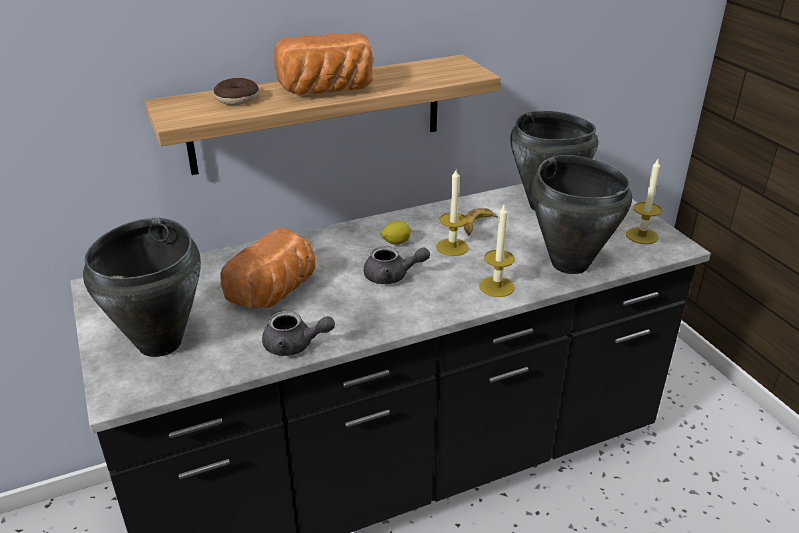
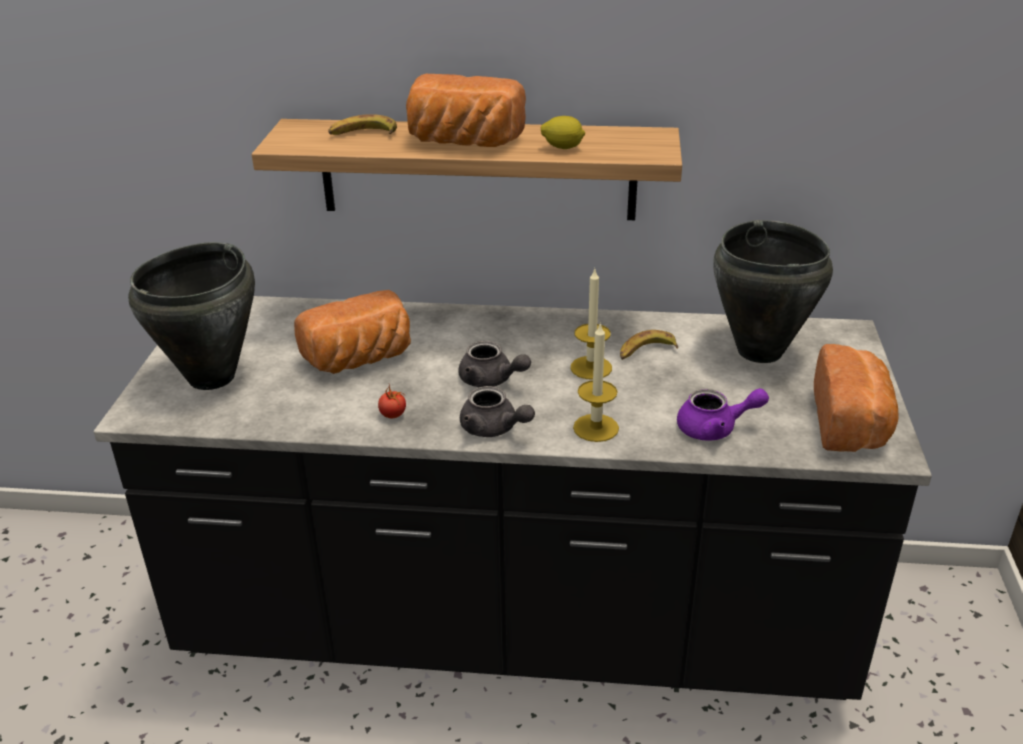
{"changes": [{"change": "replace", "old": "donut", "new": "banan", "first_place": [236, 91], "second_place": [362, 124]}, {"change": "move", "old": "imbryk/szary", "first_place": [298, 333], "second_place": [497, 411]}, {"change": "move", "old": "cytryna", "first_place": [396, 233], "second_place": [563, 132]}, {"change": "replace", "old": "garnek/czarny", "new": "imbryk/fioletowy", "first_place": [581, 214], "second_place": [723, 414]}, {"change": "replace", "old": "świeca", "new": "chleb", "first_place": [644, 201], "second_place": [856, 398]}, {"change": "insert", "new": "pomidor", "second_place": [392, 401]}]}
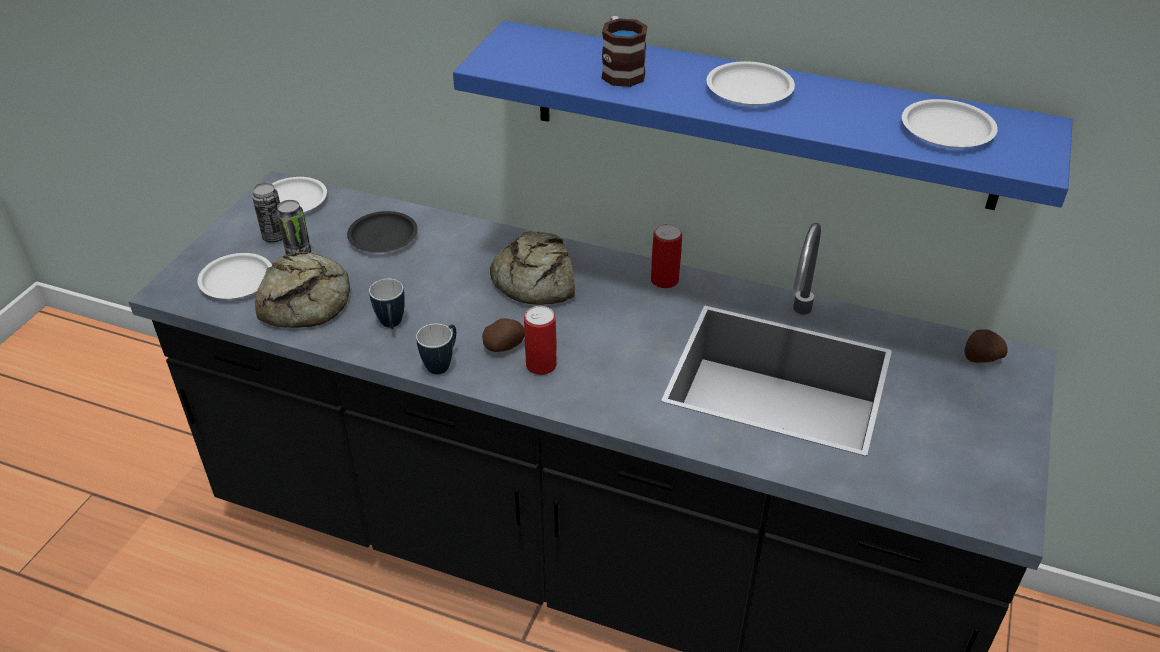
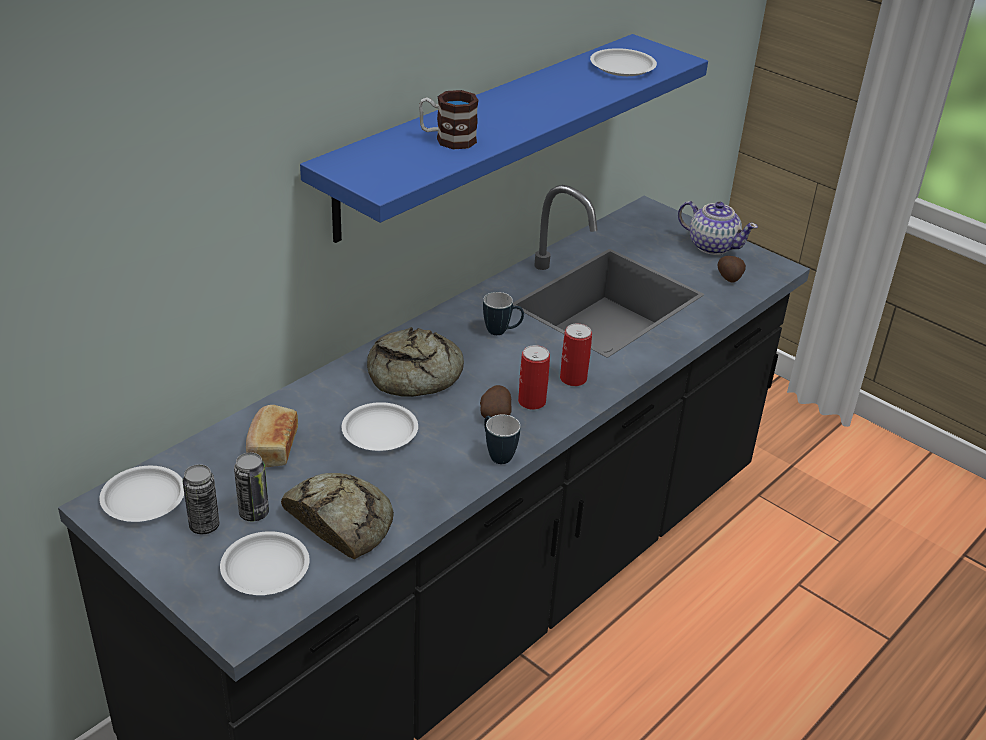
{"changes": [{"change": "replace", "old": "talerz/czarny", "new": "chleb", "first_place": [382, 232], "second_place": [272, 436]}, {"change": "move", "old": "kubek", "first_place": [387, 304], "second_place": [503, 313]}, {"change": "move", "old": "puszka", "first_place": [666, 256], "second_place": [576, 355]}, {"change": "move", "old": "talerz/biały", "first_place": [751, 83], "second_place": [380, 426]}, {"change": "move", "old": "ziemniak", "first_place": [986, 346], "second_place": [732, 269]}, {"change": "insert", "new": "imbryk", "second_place": [718, 228]}]}
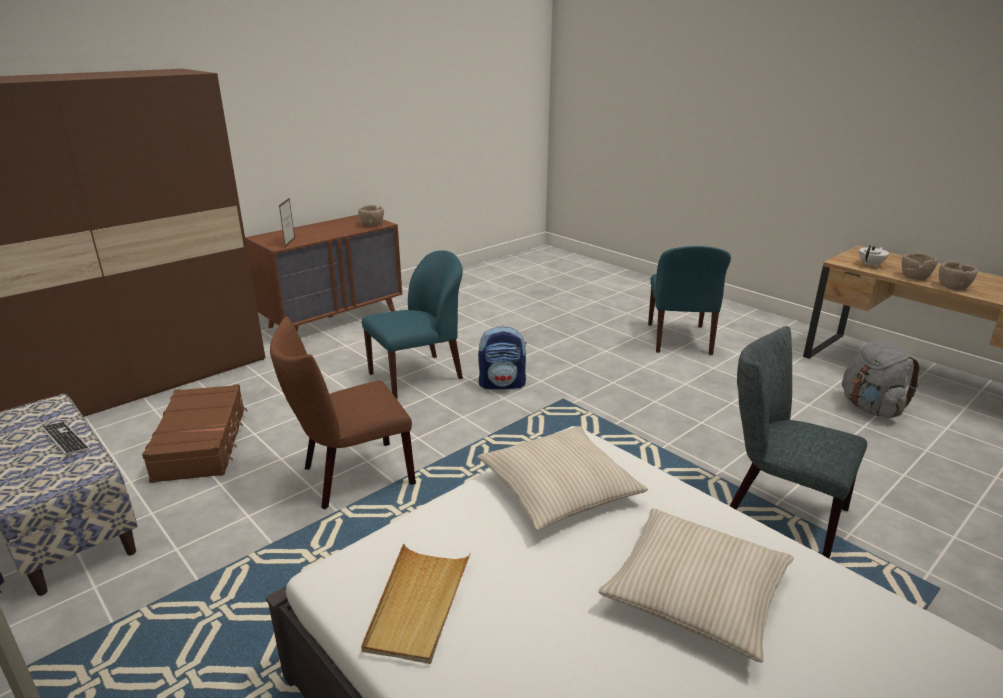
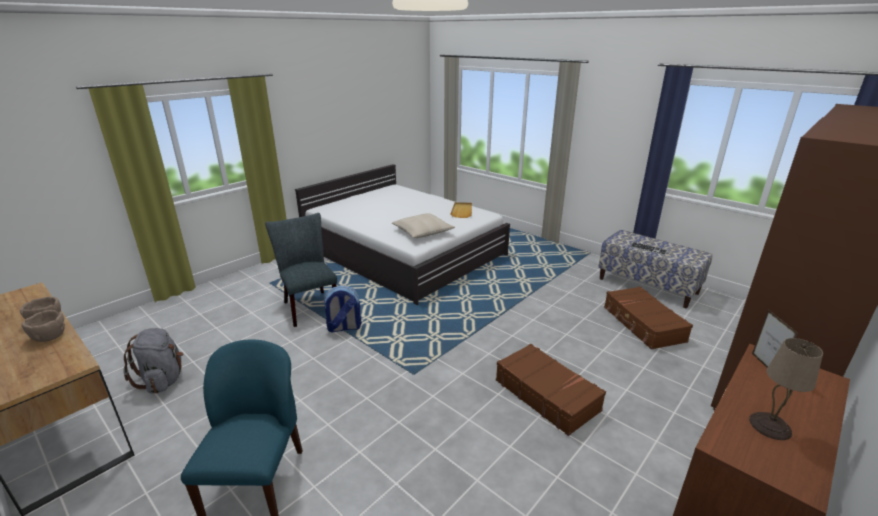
{"changes": [{"change": "delete", "old": "krzesło/brązowy", "first_place": [343, 413]}, {"change": "delete", "old": "miska/brązowy", "first_place": [371, 215]}, {"change": "replace", "old": "krzesło/niebieski", "new": "walizka/brązowy", "first_place": [412, 324], "second_place": [551, 390]}, {"change": "move", "old": "plecak", "first_place": [502, 357], "second_place": [342, 309]}, {"change": "delete", "old": "poduszka/beżowy", "first_place": [696, 585]}, {"change": "rotate", "old": "krzesło/szary", "first_place": [798, 442], "second_place": [301, 270], "degrees": -150}, {"change": "delete", "old": "imbryk/biały", "first_place": [874, 256]}, {"change": "insert", "new": "lampa stołowa/beżowy", "second_place": [786, 389]}]}
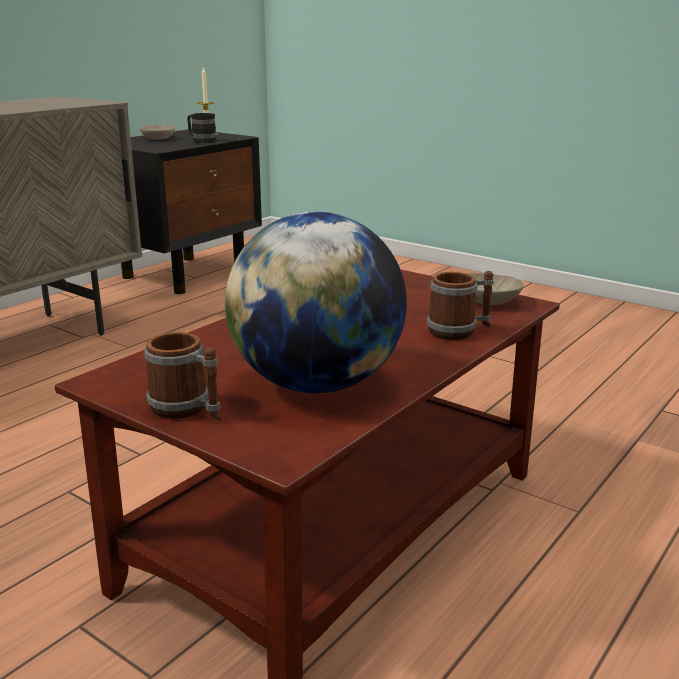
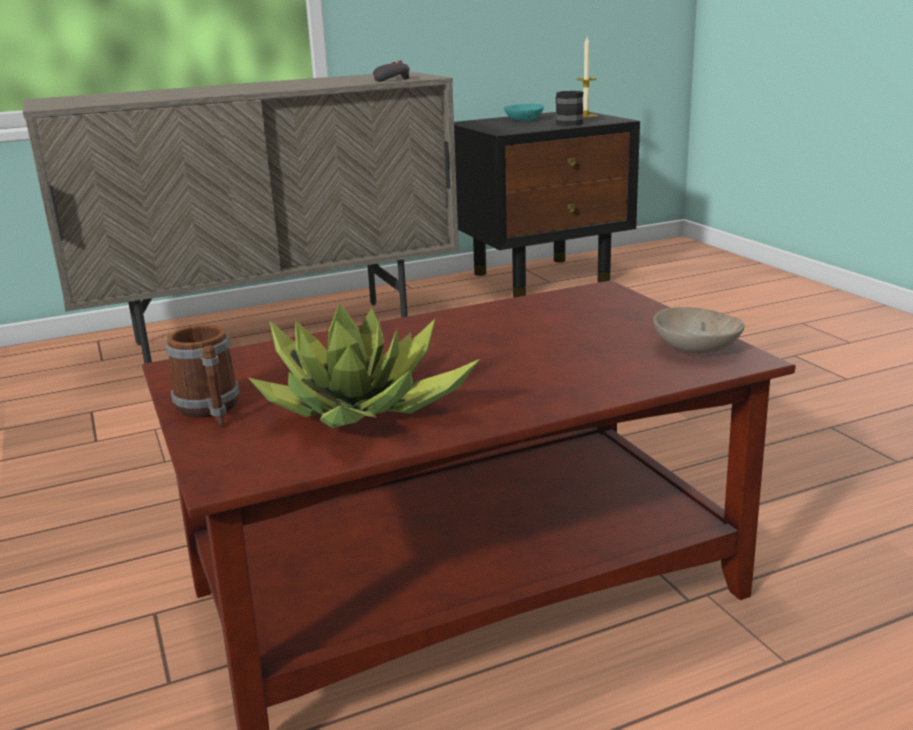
{"changes": [{"change": "recolor", "old": "miska/beżowy", "new": "miska/turkusowy", "first_place": [157, 132], "second_place": [524, 112]}, {"change": "replace", "old": "globus", "new": "roślina doniczkowa", "first_place": [316, 303], "second_place": [364, 366]}, {"change": "delete", "old": "kubek", "first_place": [460, 305]}, {"change": "insert", "new": "pad do gier/szary", "second_place": [391, 71]}]}
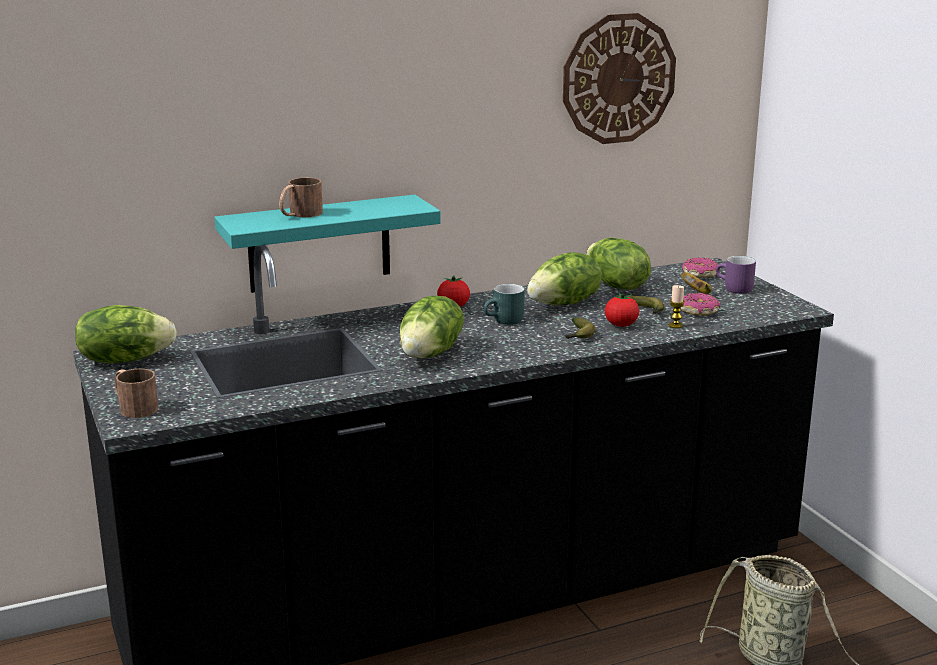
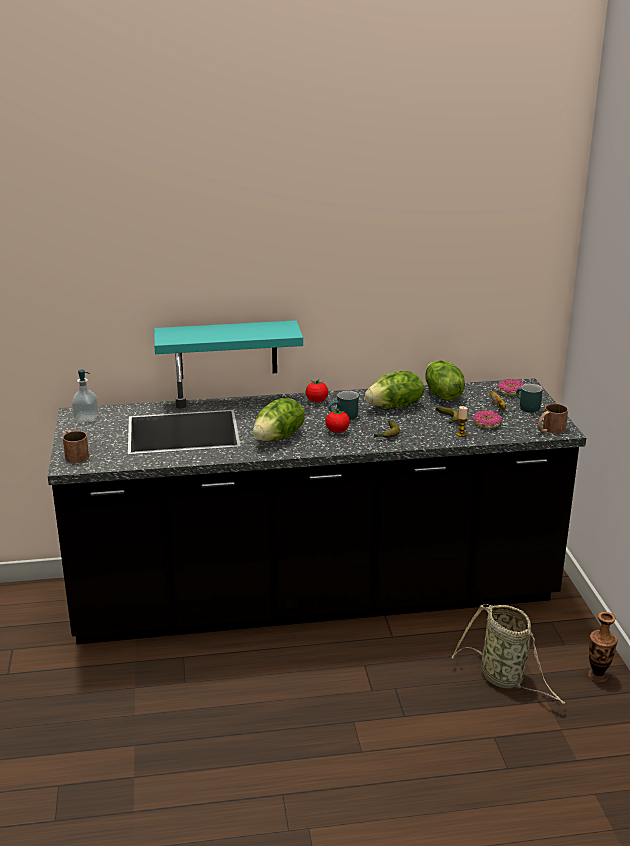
{"changes": [{"change": "replace", "old": "sałata", "new": "dozownik mydła", "first_place": [126, 334], "second_place": [85, 396]}, {"change": "move", "old": "kubek/brązowy", "first_place": [301, 197], "second_place": [553, 419]}, {"change": "delete", "old": "zegar ścienny", "first_place": [619, 78]}, {"change": "move", "old": "pomidor", "first_place": [622, 310], "second_place": [337, 421]}, {"change": "recolor", "old": "kubek/fioletowy", "new": "kubek/turkusowy", "first_place": [736, 275], "second_place": [529, 398]}, {"change": "insert", "new": "wazon", "second_place": [602, 647]}]}
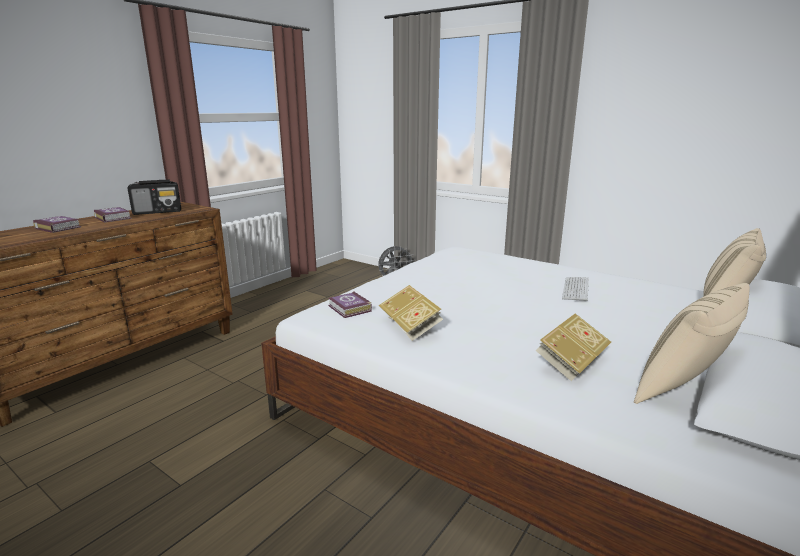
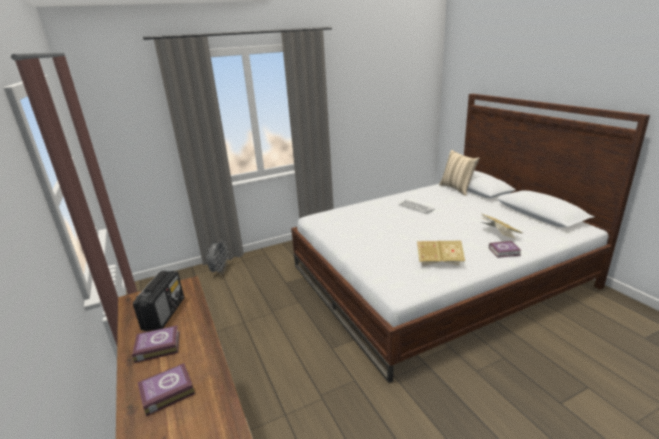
{"changes": [{"change": "move", "old": "książka", "first_place": [350, 304], "second_place": [505, 249]}, {"change": "delete", "old": "poduszka/beżowy", "first_place": [692, 343]}]}
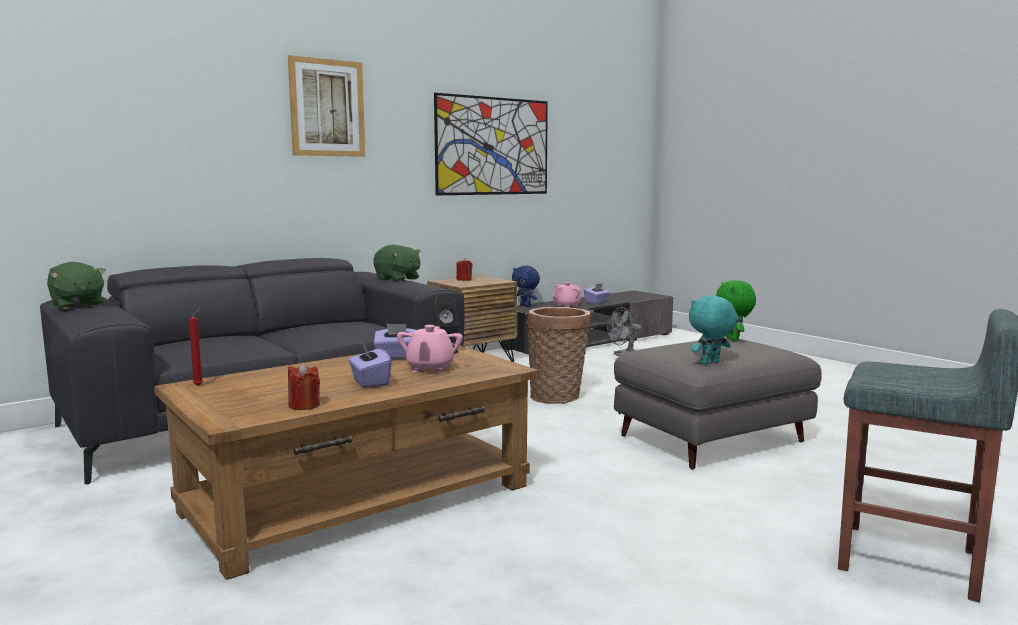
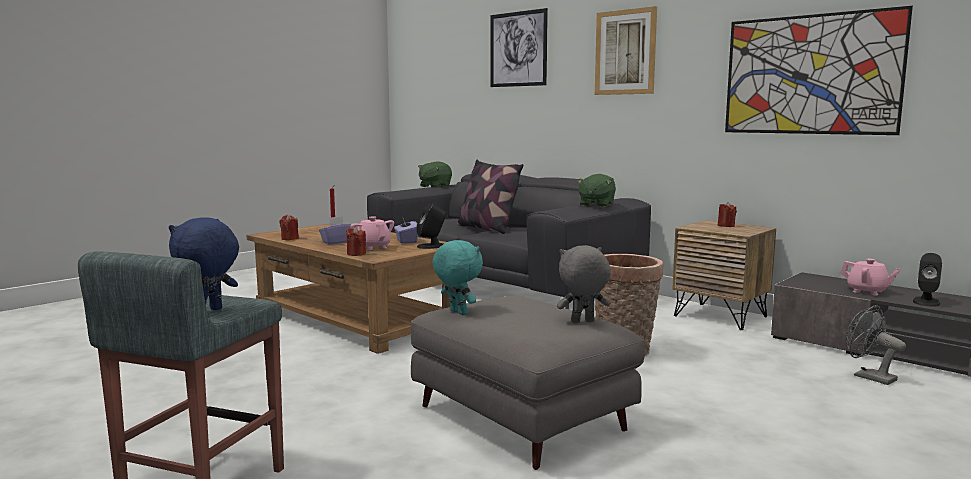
{"changes": [{"change": "rotate", "old": "imbryk/różowy", "first_place": [430, 349], "second_place": [372, 233], "degrees": 60}, {"change": "move", "old": "pluszak/niebieski", "first_place": [526, 286], "second_place": [204, 263]}, {"change": "replace", "old": "pudełko chusteczek/fioletowy", "new": "głośnik/czarny", "first_place": [597, 293], "second_place": [927, 280]}, {"change": "recolor", "old": "pluszak/zielony", "new": "pluszak/szary", "first_place": [736, 311], "second_place": [584, 284]}, {"change": "insert", "new": "świeca/czerwony", "second_place": [356, 241]}, {"change": "insert", "new": "poduszka", "second_place": [490, 197]}, {"change": "insert", "new": "obraz", "second_place": [519, 47]}]}
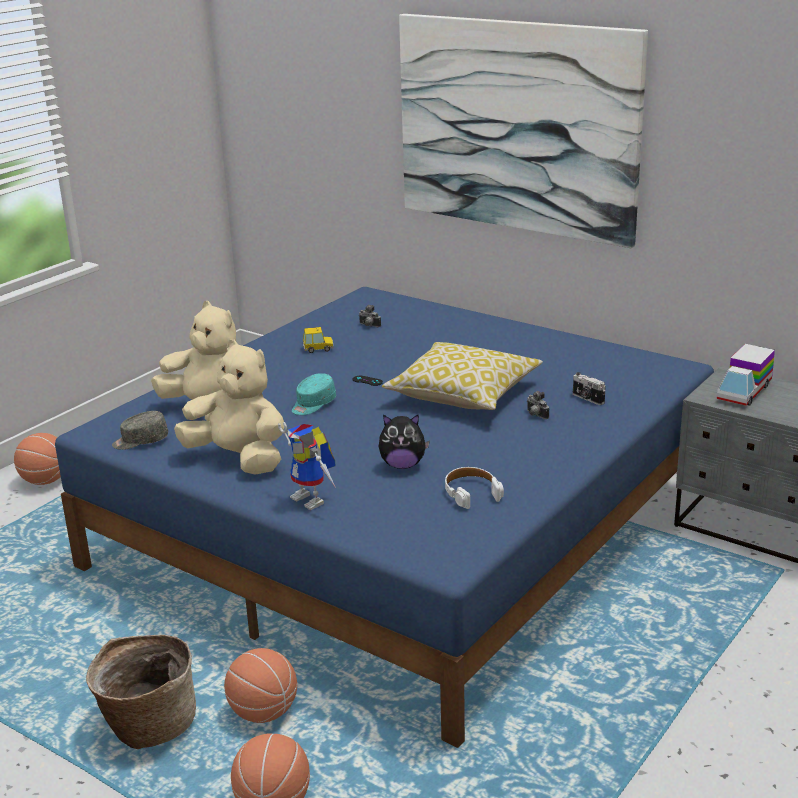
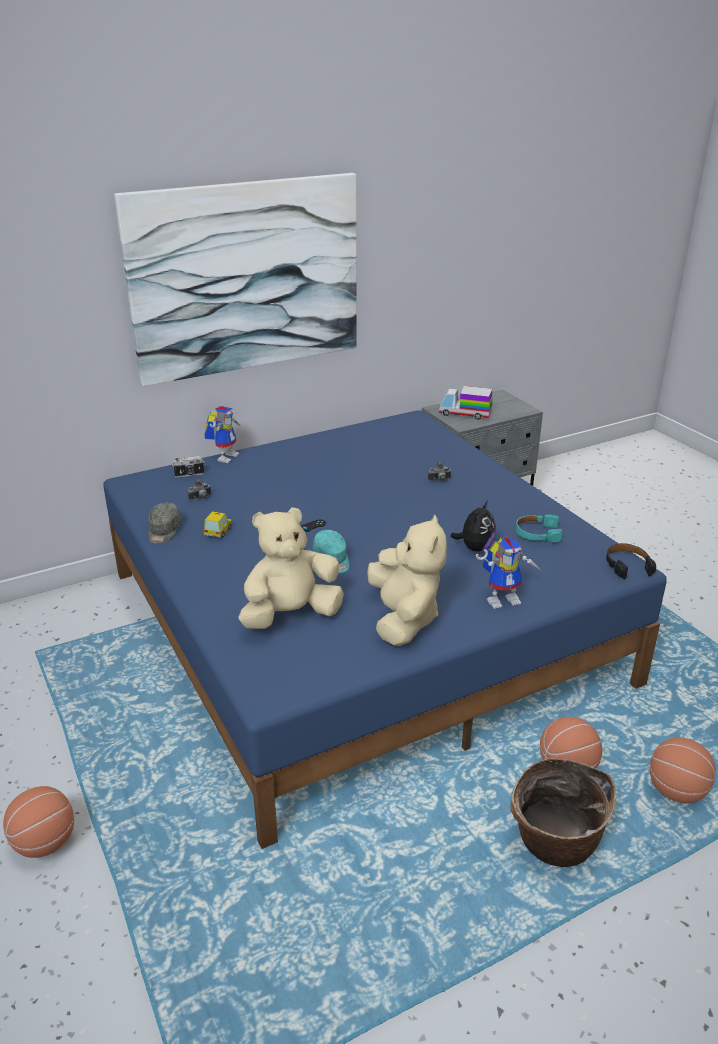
{"changes": [{"change": "move", "old": "czapka z daszkiem/szary", "first_place": [140, 430], "second_place": [164, 523]}, {"change": "rotate", "old": "pluszak/beżowy", "first_place": [229, 407], "second_place": [407, 580], "degrees": 120}, {"change": "delete", "old": "poduszka", "first_place": [462, 376]}, {"change": "recolor", "old": "słuchawki/biały", "new": "słuchawki/turkusowy", "first_place": [474, 488], "second_place": [539, 528]}, {"change": "move", "old": "aparat fotograficzny", "first_place": [589, 388], "second_place": [188, 466]}, {"change": "rotate", "old": "ciężarówka zabawkowa", "first_place": [746, 375], "second_place": [465, 403], "degrees": 135}, {"change": "insert", "new": "robot zabawkowy", "second_place": [222, 434]}, {"change": "insert", "new": "słuchawki/czarny", "second_place": [631, 561]}]}
